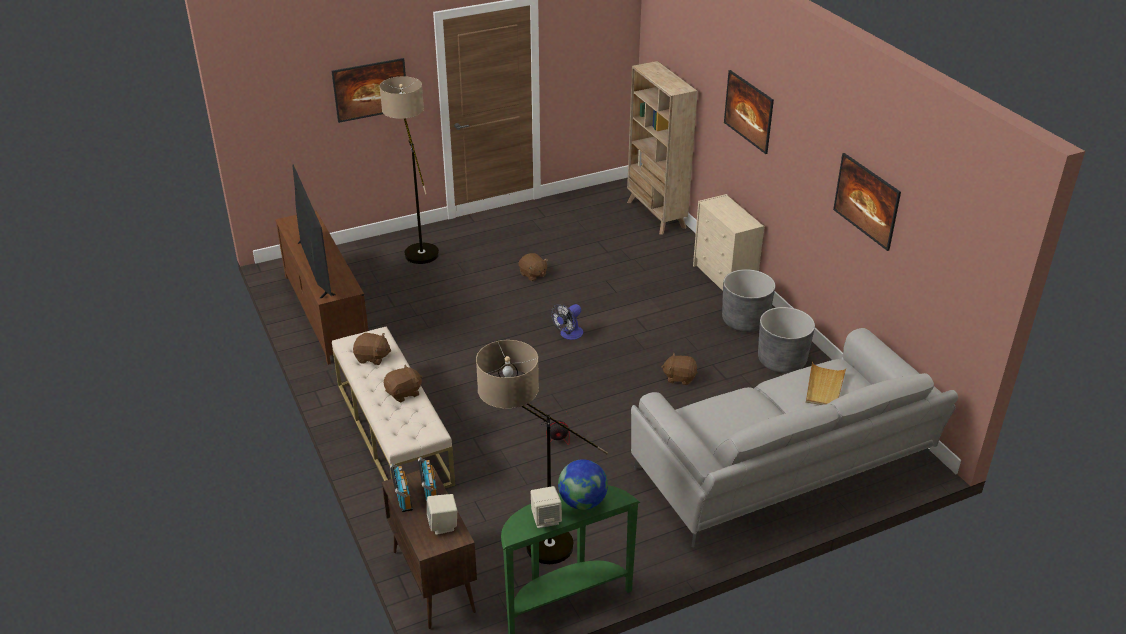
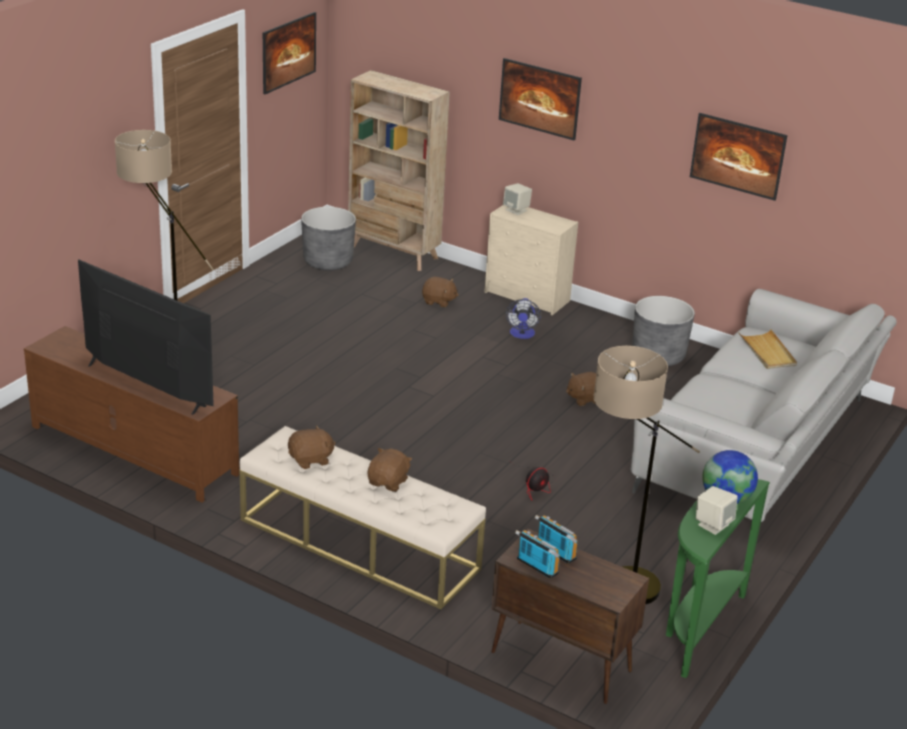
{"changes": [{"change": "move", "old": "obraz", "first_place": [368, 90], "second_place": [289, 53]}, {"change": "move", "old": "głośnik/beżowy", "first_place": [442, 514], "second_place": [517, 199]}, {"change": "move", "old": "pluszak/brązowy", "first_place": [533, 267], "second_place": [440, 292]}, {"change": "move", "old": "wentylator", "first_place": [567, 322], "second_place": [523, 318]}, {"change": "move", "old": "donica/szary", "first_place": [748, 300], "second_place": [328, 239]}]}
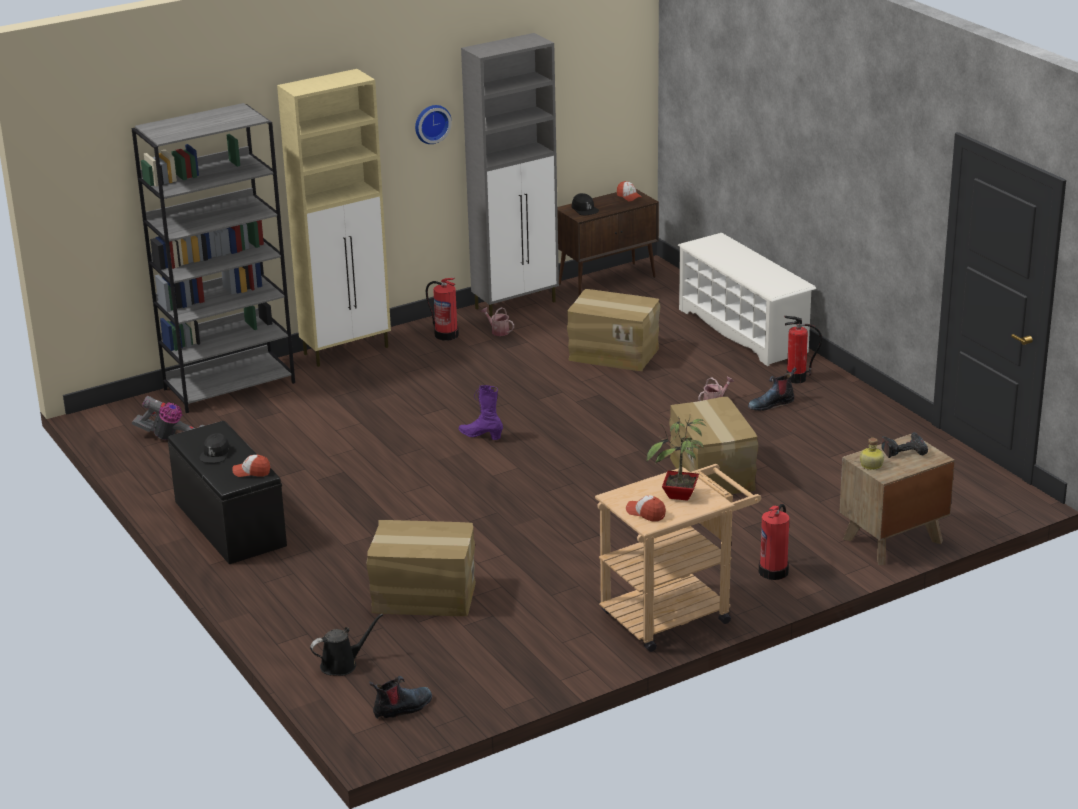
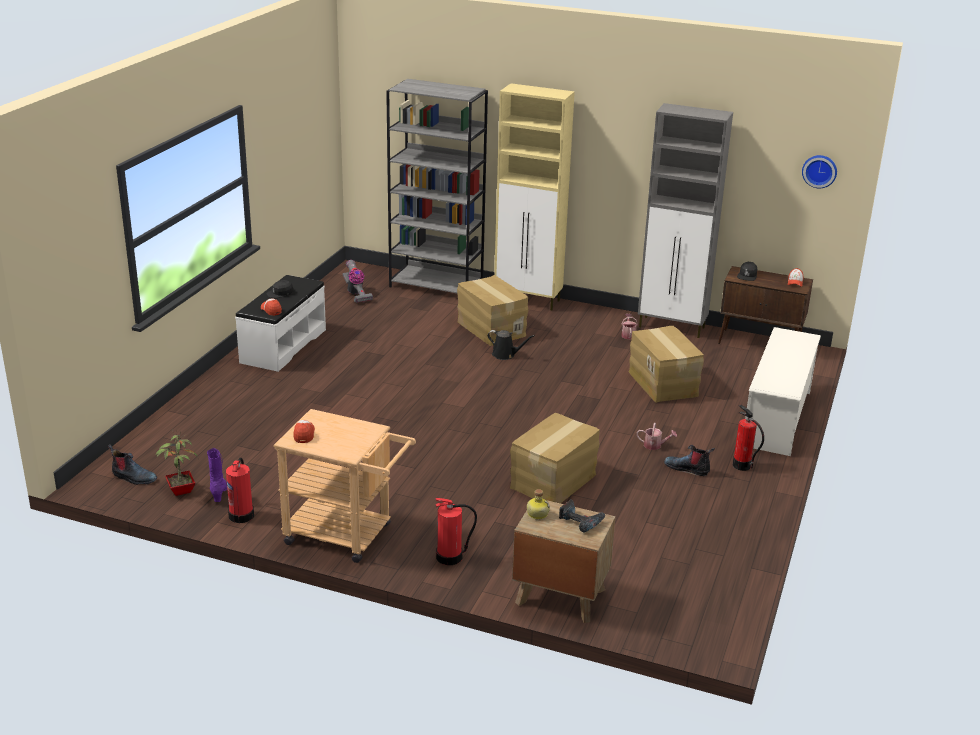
{"changes": [{"change": "recolor", "old": "ławka/czarny", "new": "ławka/biały", "first_place": [227, 492], "second_place": [280, 323]}, {"change": "move", "old": "konewka/czarny", "first_place": [346, 645], "second_place": [511, 345]}, {"change": "move", "old": "karton", "first_place": [421, 568], "second_place": [492, 310]}, {"change": "move", "old": "zegar ścienny", "first_place": [433, 124], "second_place": [819, 171]}, {"change": "move", "old": "gaśnica", "first_place": [442, 309], "second_place": [240, 490]}, {"change": "move", "old": "but z cholewką/fioletowy", "first_place": [480, 412], "second_place": [217, 475]}, {"change": "move", "old": "roślina doniczkowa", "first_place": [676, 459], "second_place": [176, 462]}]}
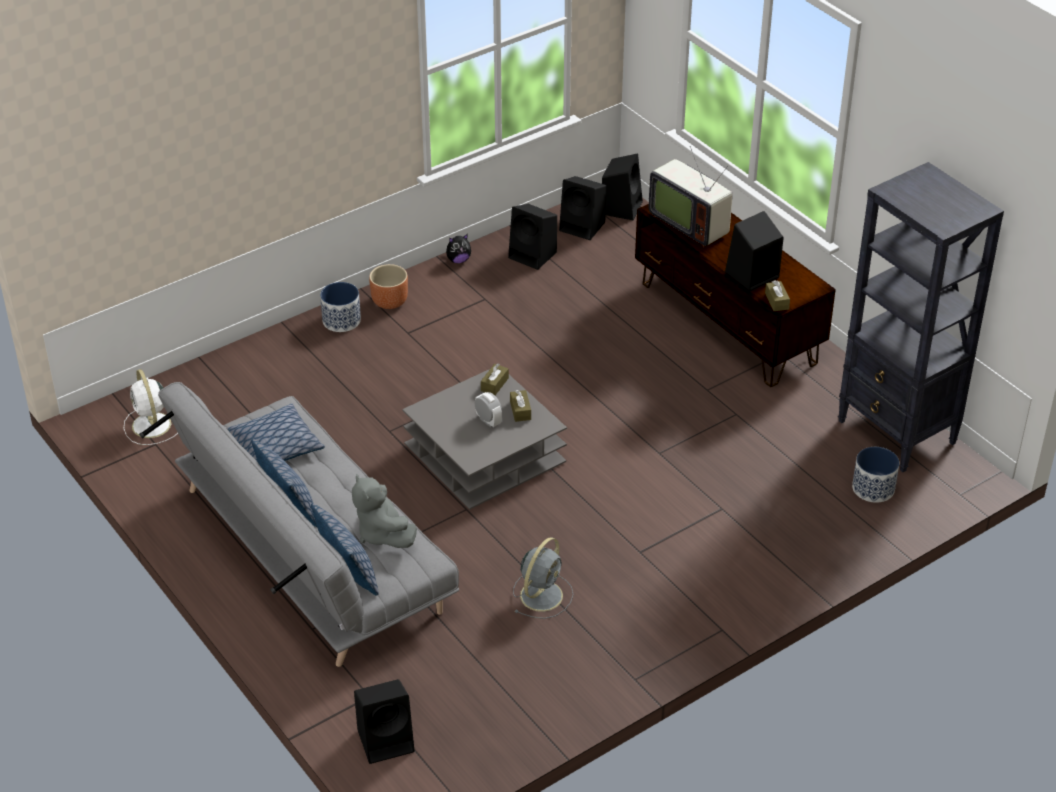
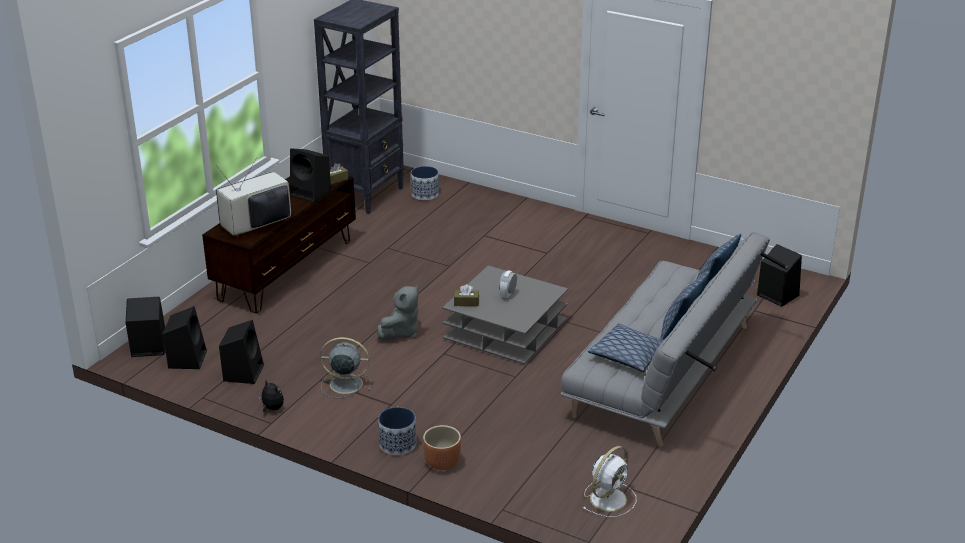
{"changes": [{"change": "move", "old": "pluszak/szary", "first_place": [384, 511], "second_place": [398, 312]}, {"change": "move", "old": "donica/brązowy", "first_place": [388, 286], "second_place": [442, 447]}, {"change": "delete", "old": "pudełko chusteczek/brązowy", "first_place": [520, 406]}, {"change": "move", "old": "wentylator/szary", "first_place": [543, 578], "second_place": [345, 367]}, {"change": "rotate", "old": "telewizor", "first_place": [691, 196], "second_place": [253, 198], "degrees": -150}]}
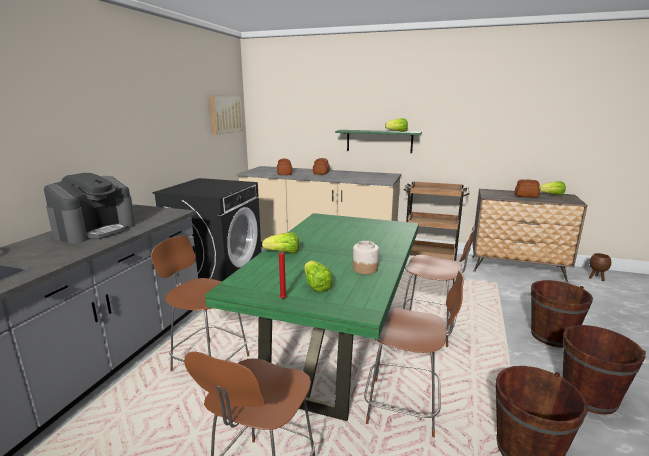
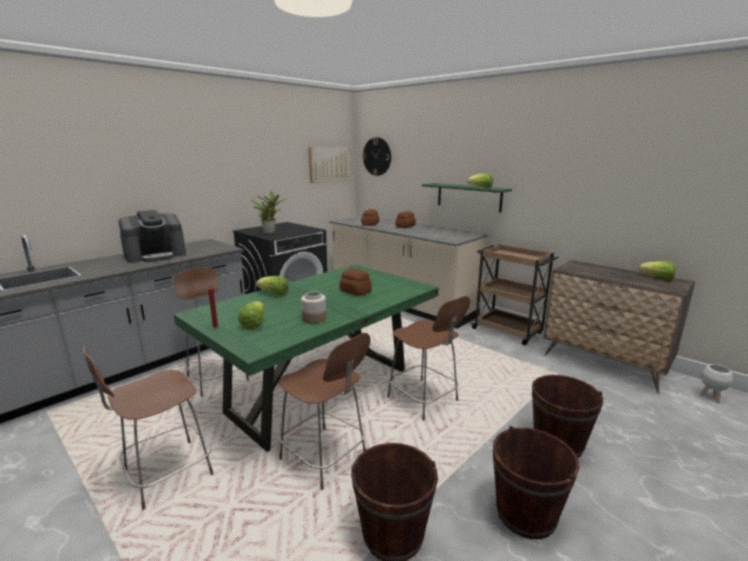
{"changes": [{"change": "move", "old": "chleb", "first_place": [527, 188], "second_place": [355, 282]}, {"change": "recolor", "old": "donica/brązowy", "new": "donica/biały", "first_place": [600, 267], "second_place": [716, 383]}, {"change": "insert", "new": "roślina doniczkowa", "second_place": [269, 213]}, {"change": "insert", "new": "zegar ścienny", "second_place": [376, 156]}]}
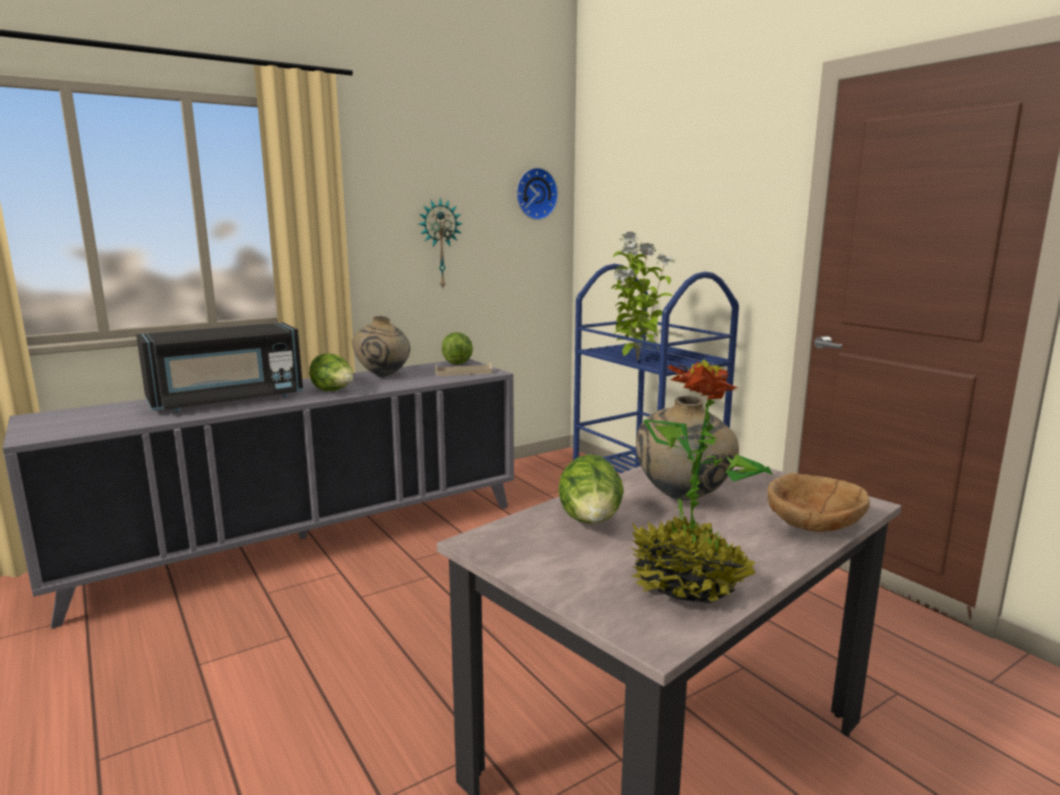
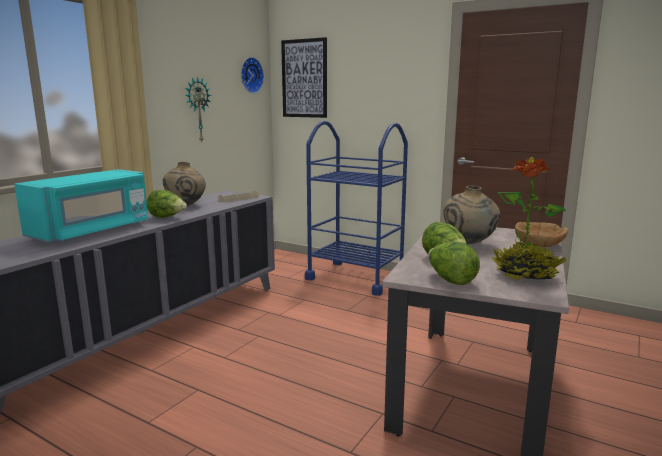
{"changes": [{"change": "recolor", "old": "mikrofalówka/czarny", "new": "mikrofalówka/turkusowy", "first_place": [219, 367], "second_place": [81, 205]}, {"change": "move", "old": "sałata", "first_place": [457, 348], "second_place": [454, 263]}, {"change": "delete", "old": "roślina doniczkowa", "first_place": [643, 296]}, {"change": "insert", "new": "obraz", "second_place": [304, 77]}]}
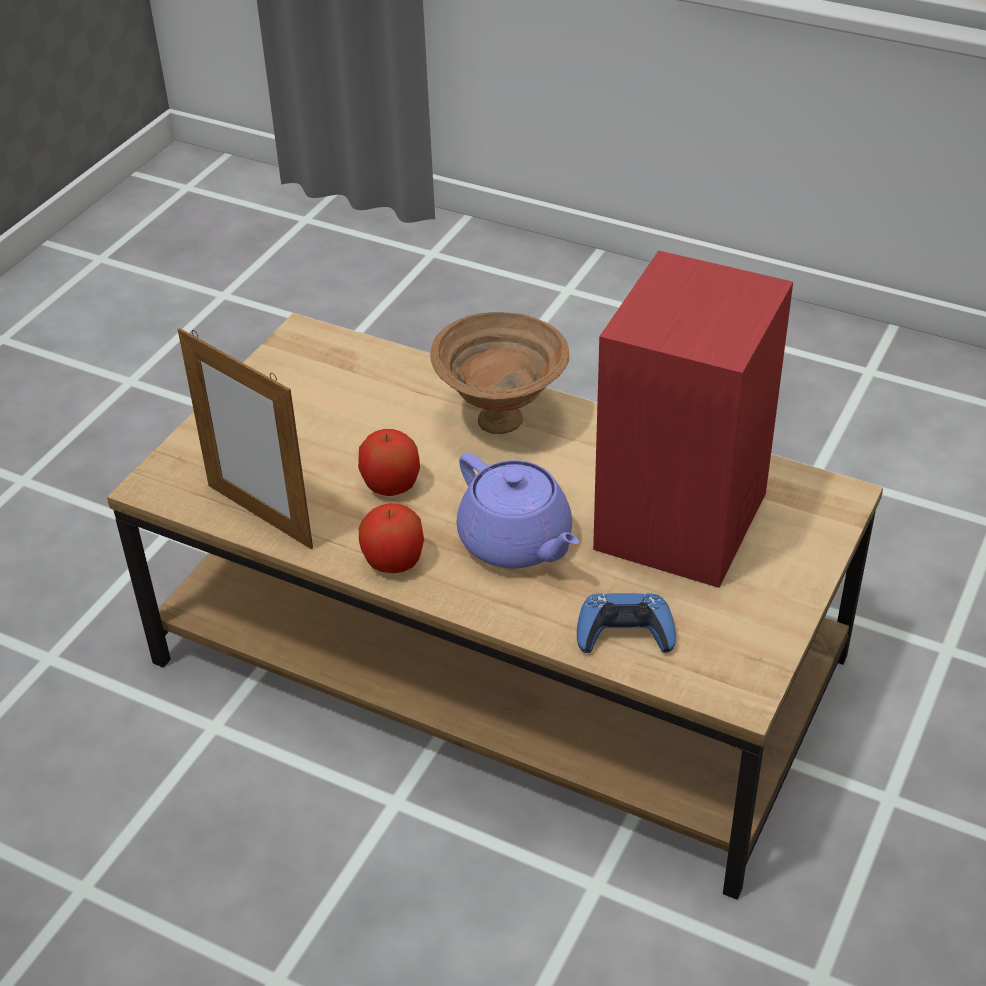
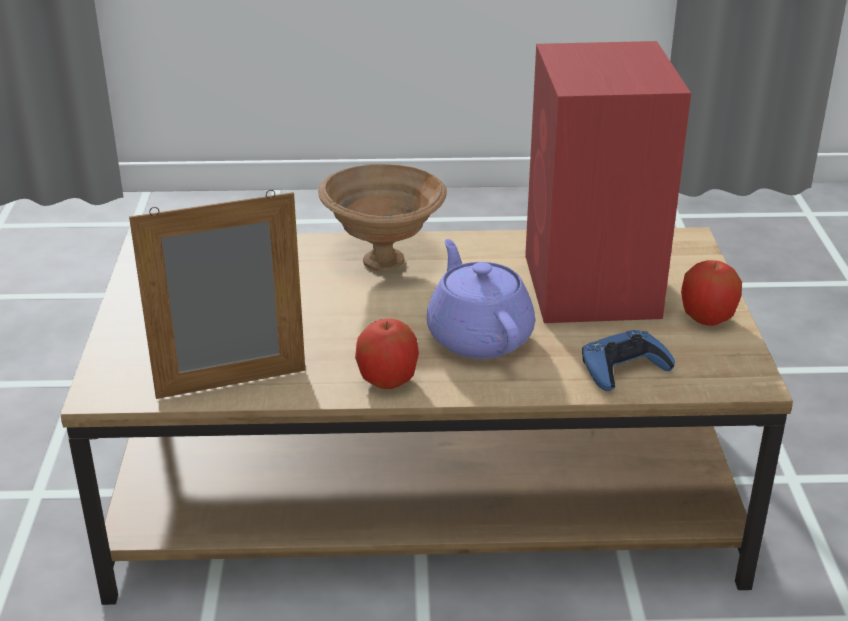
{"changes": [{"change": "rotate", "old": "ramka na zdjęcie", "first_place": [245, 438], "second_place": [217, 294], "degrees": 150}, {"change": "move", "old": "jabłko", "first_place": [389, 462], "second_place": [711, 293]}, {"change": "rotate", "old": "imbryk/fioletowy", "first_place": [518, 510], "second_place": [481, 299], "degrees": -135}]}
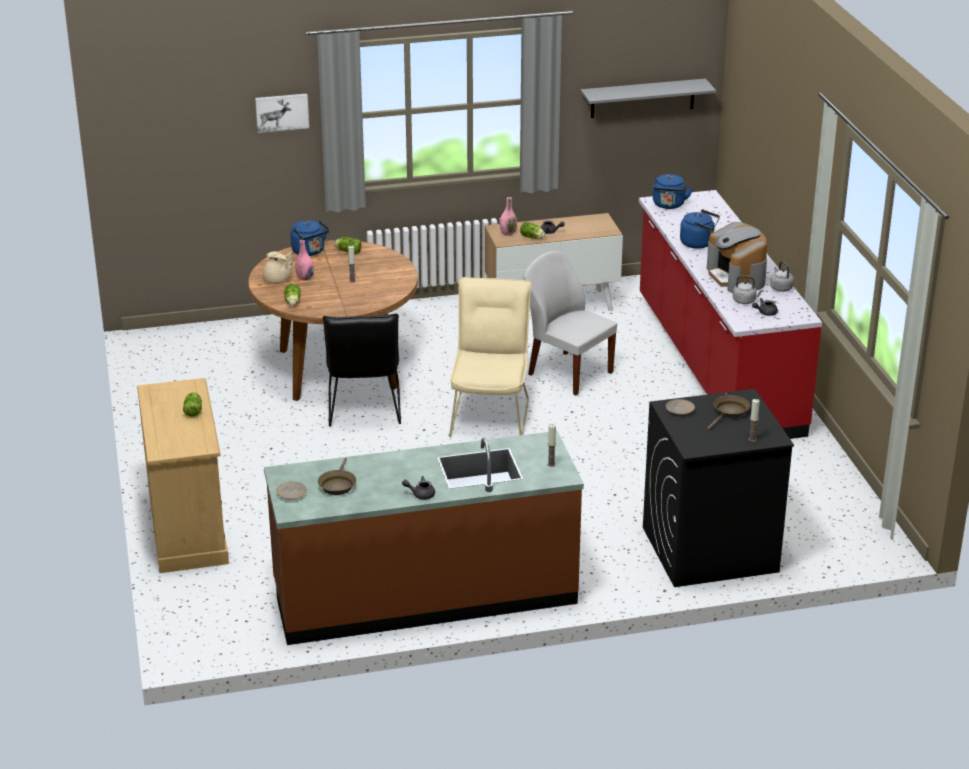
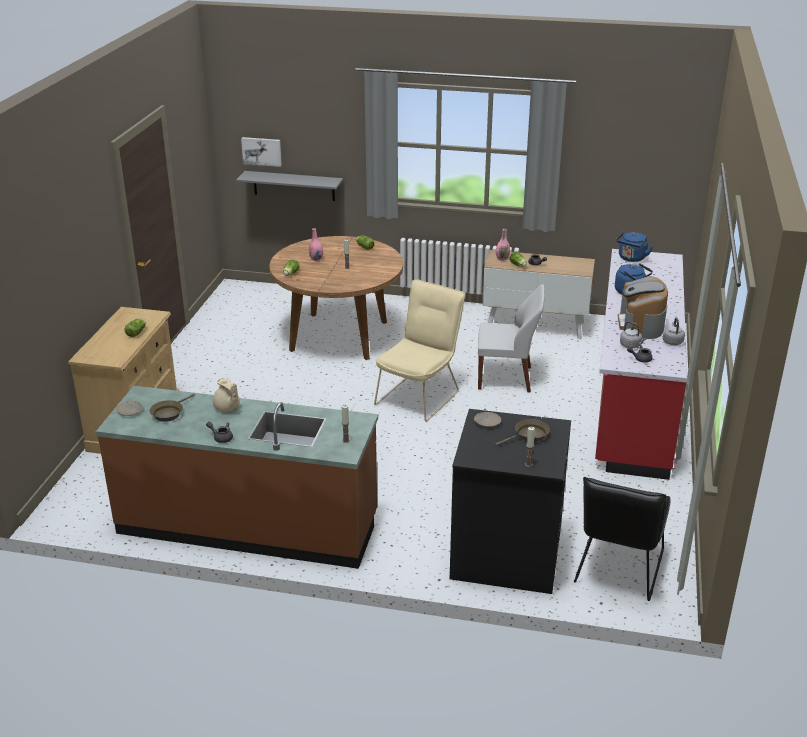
{"changes": [{"change": "move", "old": "obraz", "first_place": [282, 113], "second_place": [261, 152]}, {"change": "move", "old": "imbryk/beżowy", "first_place": [278, 267], "second_place": [226, 394]}, {"change": "delete", "old": "czajnik/niebieski", "first_place": [310, 238]}, {"change": "move", "old": "krzesło/czarny", "first_place": [362, 370], "second_place": [622, 539]}, {"change": "rotate", "old": "krzesło/biały", "first_place": [570, 323], "second_place": [511, 338], "degrees": 120}, {"change": "move", "old": "półka/szary", "first_place": [648, 98], "second_place": [289, 186]}]}
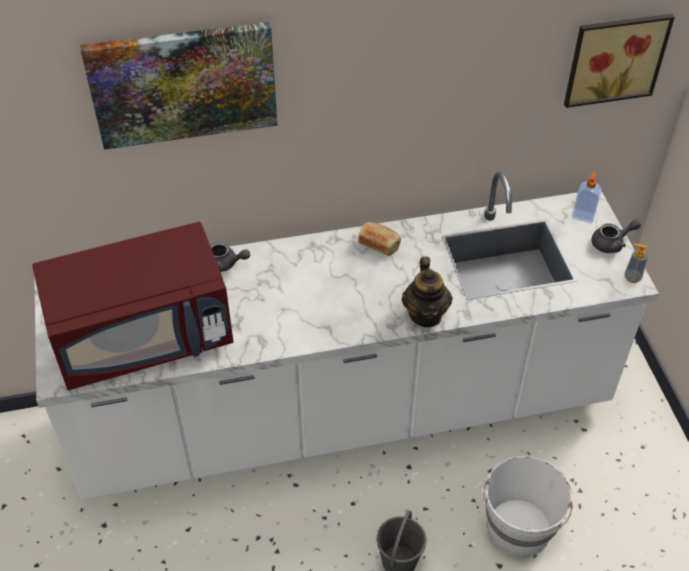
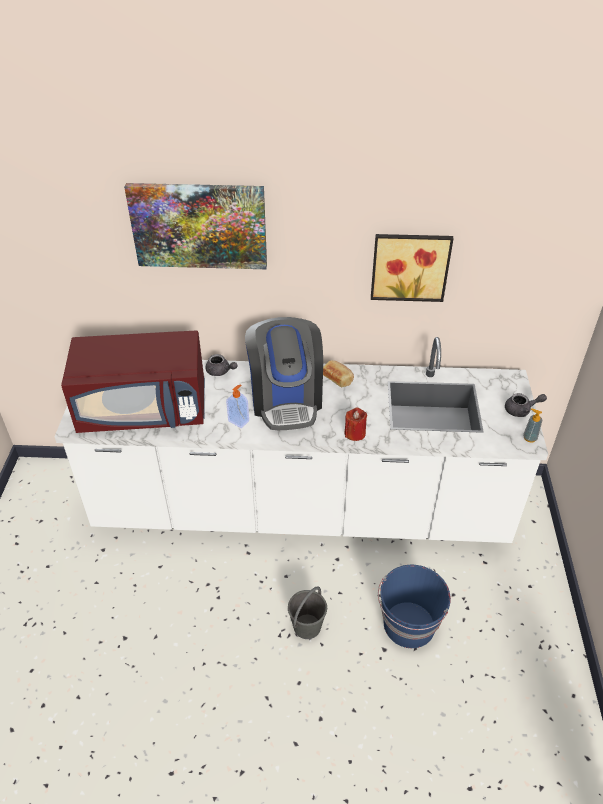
{"changes": [{"change": "replace", "old": "imbryk", "new": "świeca/czerwony", "first_place": [427, 292], "second_place": [356, 424]}, {"change": "recolor", "old": "wiadro/biały", "new": "wiadro/niebieski", "first_place": [528, 506], "second_place": [414, 606]}, {"change": "move", "old": "obraz", "first_place": [619, 61], "second_place": [412, 268]}, {"change": "move", "old": "dozownik mydła", "first_place": [587, 197], "second_place": [237, 406]}, {"change": "insert", "new": "ekspres do kawy", "second_place": [284, 373]}]}
